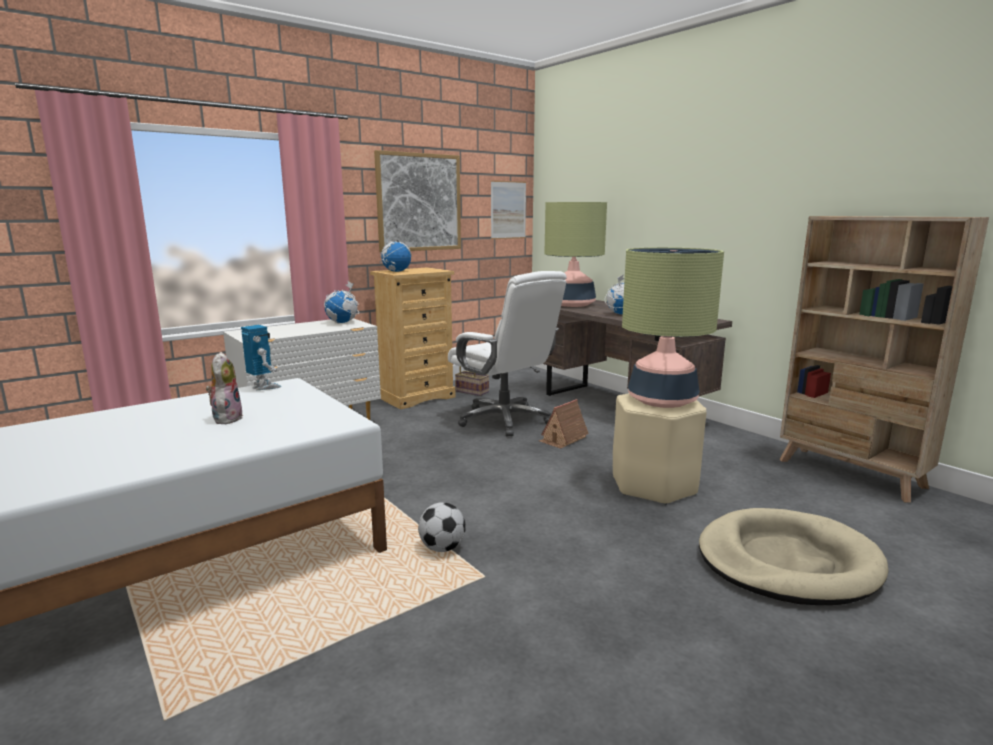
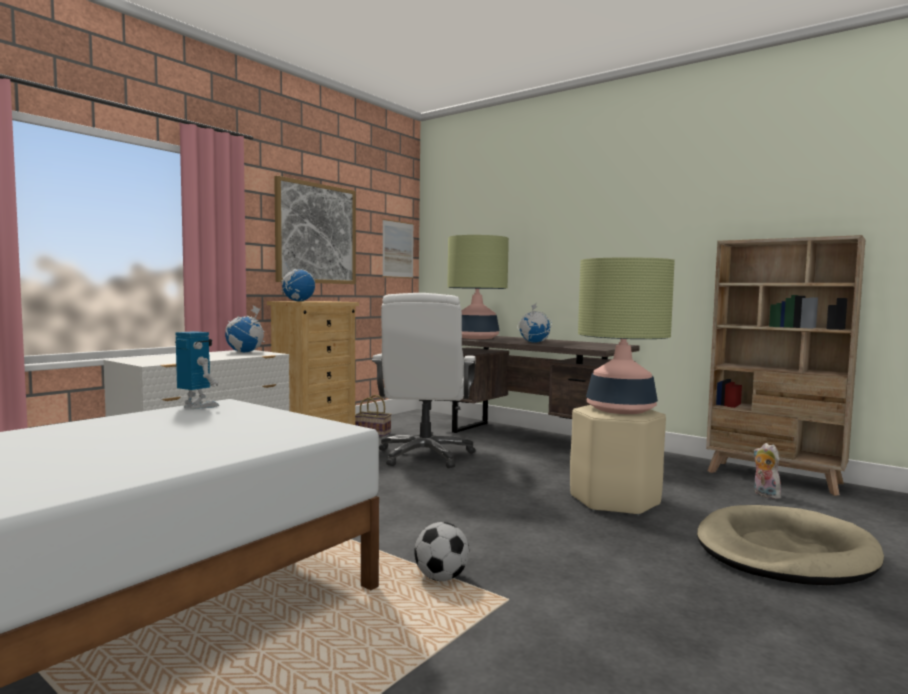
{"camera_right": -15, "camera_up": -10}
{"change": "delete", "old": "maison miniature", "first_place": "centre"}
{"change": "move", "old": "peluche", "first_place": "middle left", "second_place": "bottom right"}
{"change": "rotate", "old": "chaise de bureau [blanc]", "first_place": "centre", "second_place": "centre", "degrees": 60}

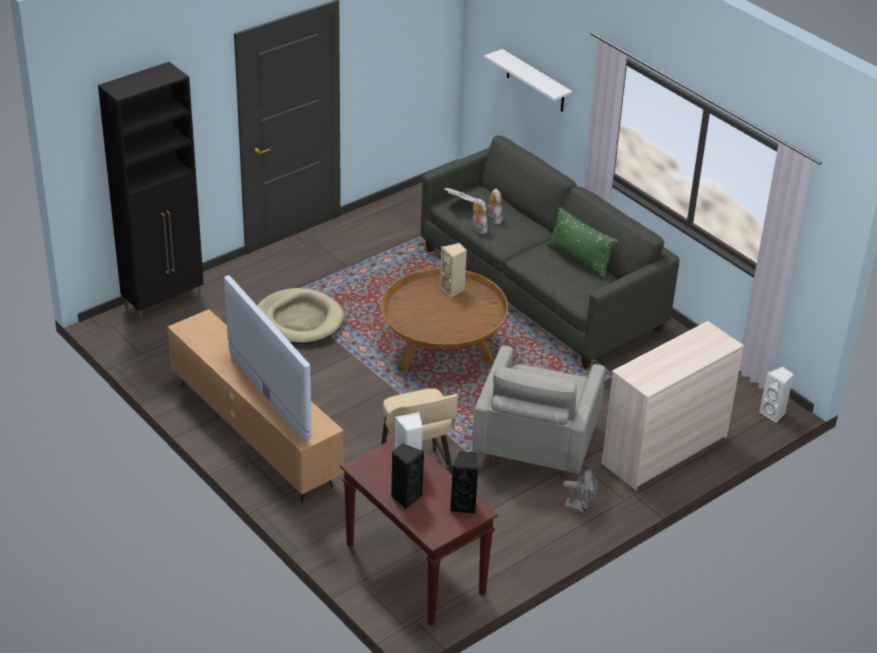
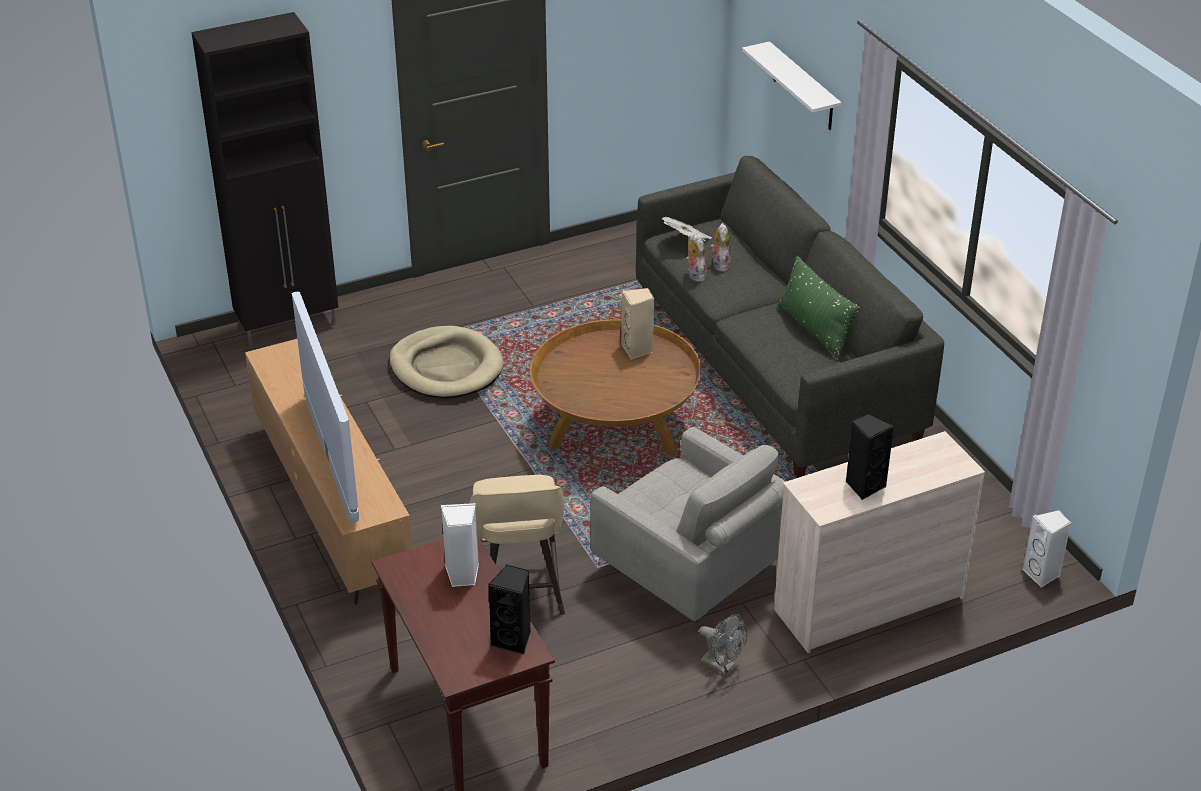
{"camera_right": 15, "camera_up": 0}
{"change": "move", "old": "enceinte [noir] (1st from left in the first image)", "new": "enceinte [noir] (2nd from left)", "first_place": "bottom centre", "second_place": "middle right"}
{"change": "rotate", "old": "fauteuil [gris]", "first_place": "centre", "second_place": "centre", "degrees": -75}

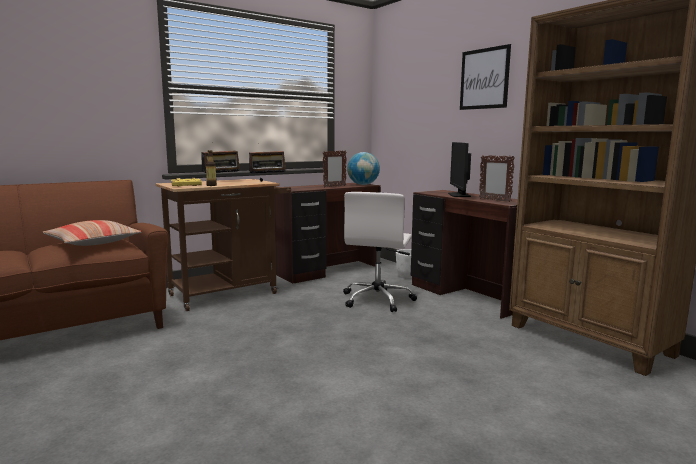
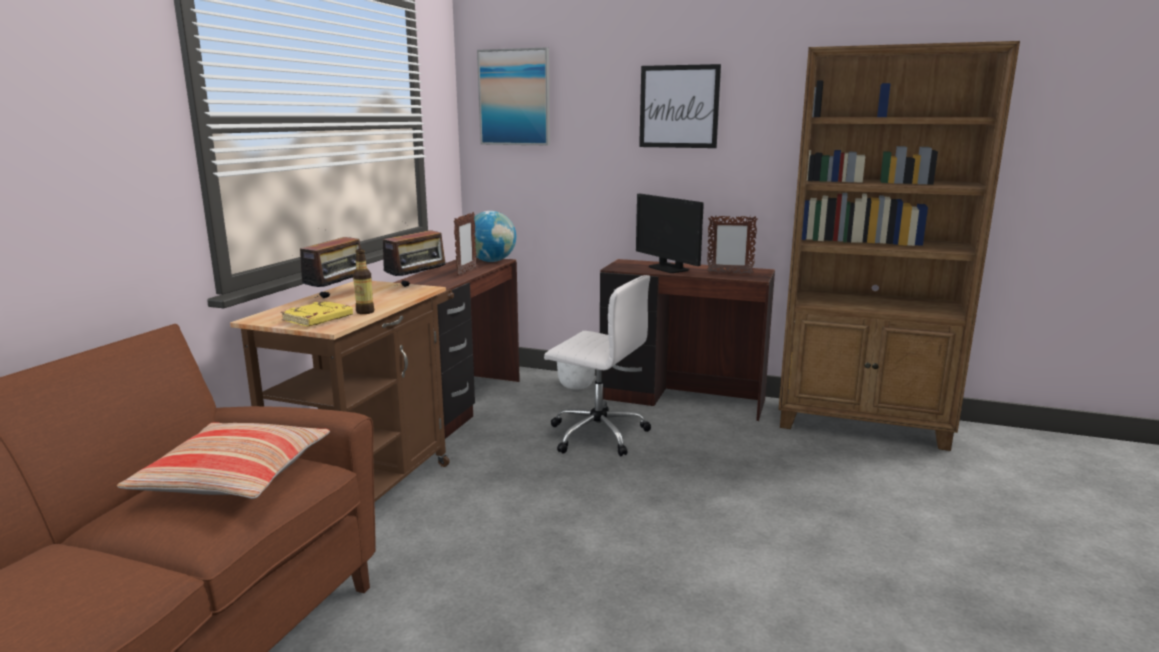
{"camera_right": -35, "camera_up": 5}
{"change": "insert", "new": "tableau (1st from left)", "second_place": "top centre"}
{"change": "rotate", "old": "chaise de bureau [blanc]", "first_place": "centre", "second_place": "centre", "degrees": -45}

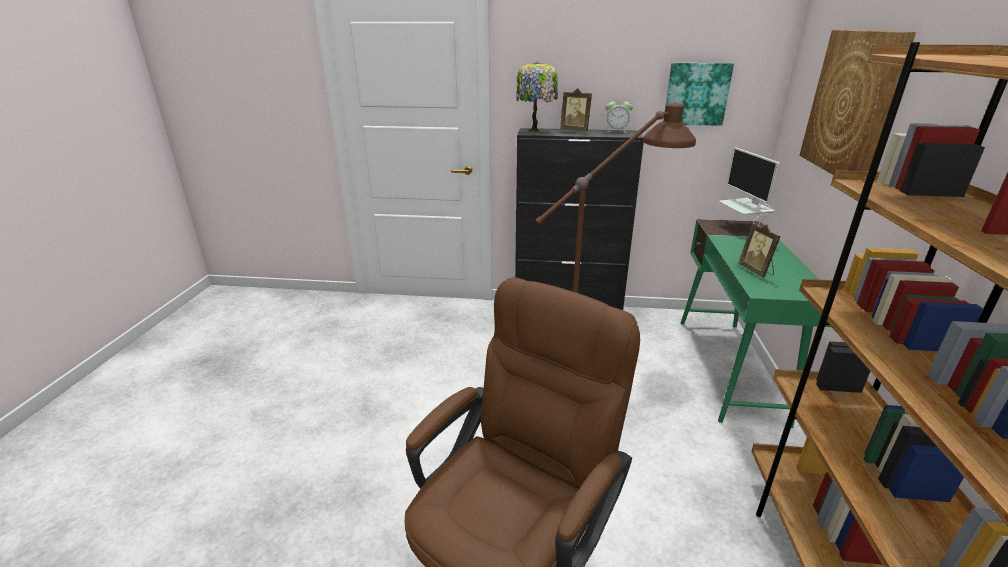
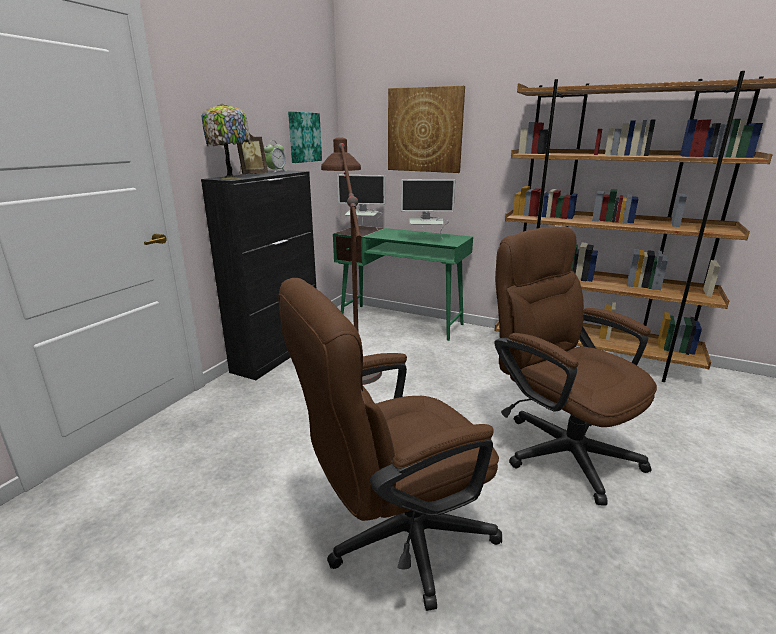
{"camera_right": -70, "camera_up": -5}
{"change": "insert", "new": "chaise de bureau [marron] (1st from left)", "second_place": "bottom centre"}
{"change": "replace", "old": "cadre photo (2nd from left)", "new": "écran d'ordinateur (2nd from left)", "first_place": "middle right", "second_place": "top centre"}

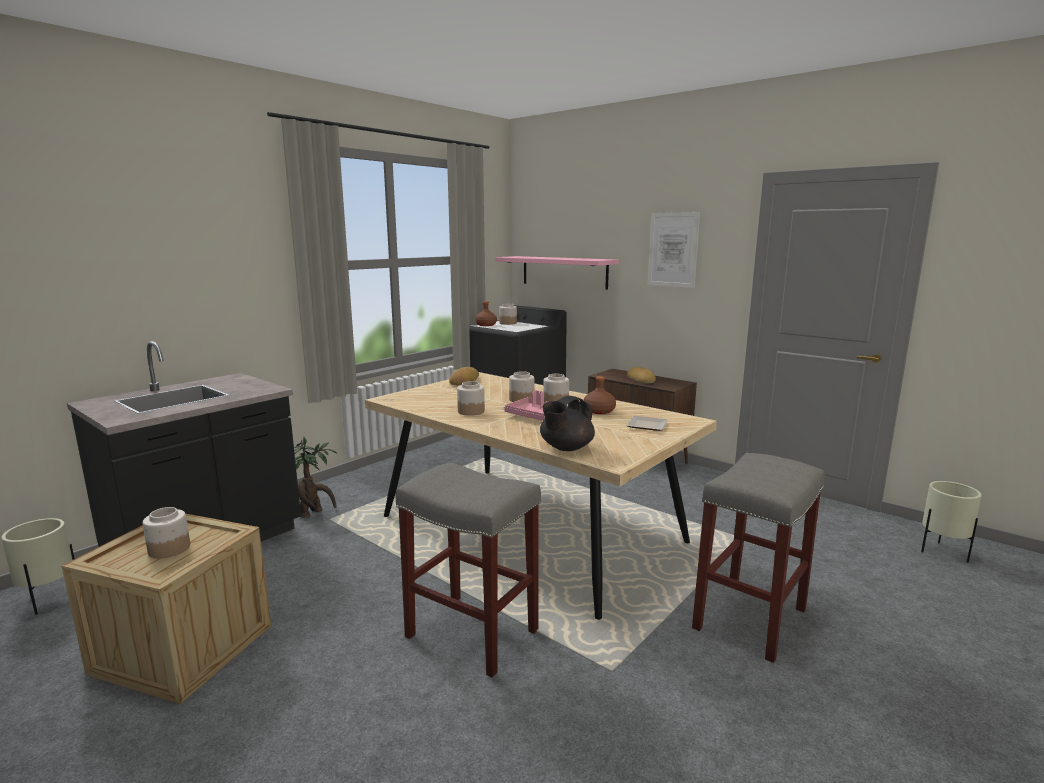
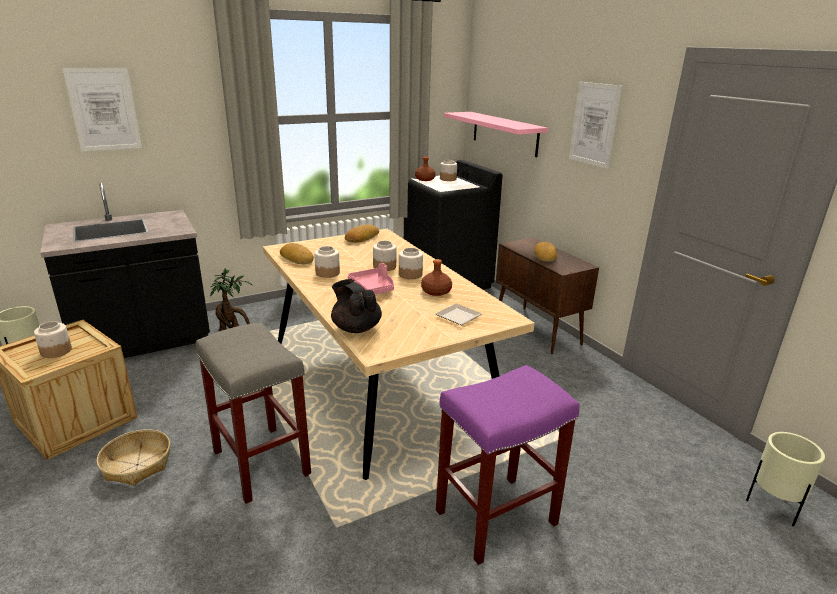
{"camera_right": 20, "camera_up": 10}
{"change": "insert", "new": "tableau (1st from left)", "second_place": "top left"}
{"change": "insert", "new": "panier", "second_place": "bottom left"}
{"change": "insert", "new": "pain (1st from left)", "second_place": "centre"}
{"change": "recolor", "old": "tabouret [gris] (2nd from left)", "new": "tabouret [violet]", "first_place": "bottom right", "second_place": "bottom centre"}
{"change": "rotate", "old": "théière [noir]", "first_place": "centre", "second_place": "centre", "degrees": 75}

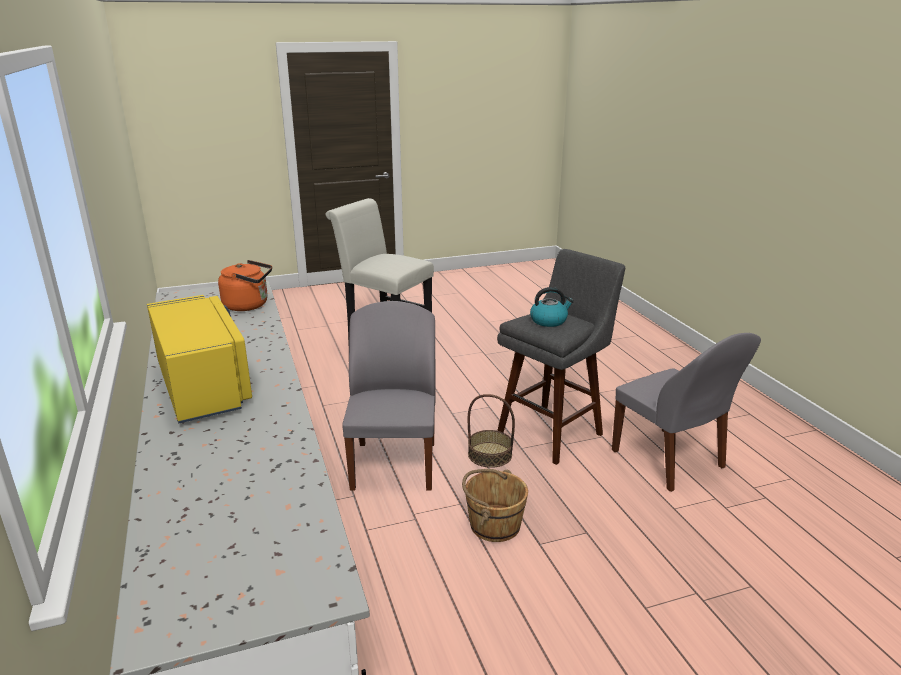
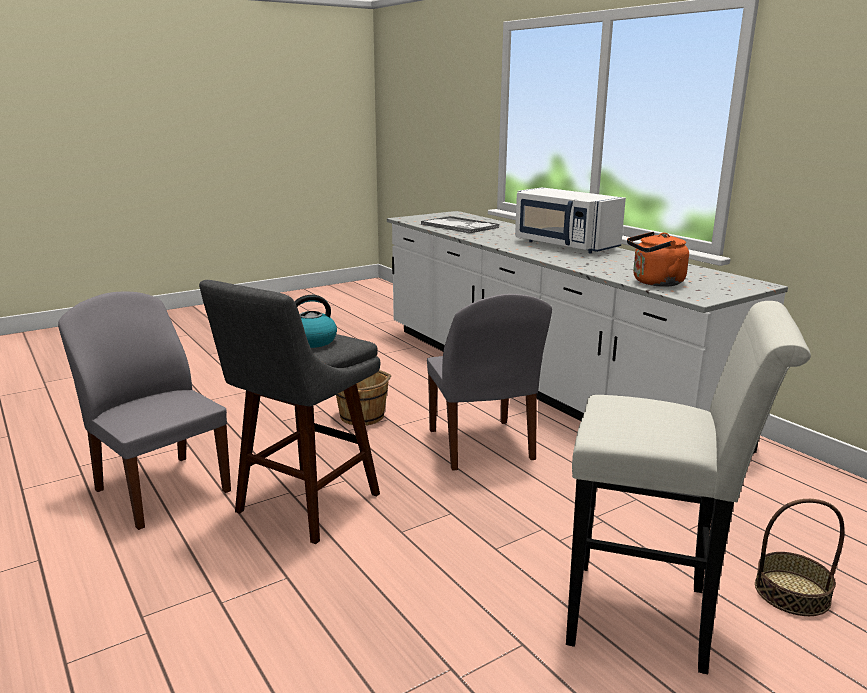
{"camera_right": 165, "camera_up": -5}
{"change": "insert", "new": "plateau", "second_place": "top centre"}
{"change": "move", "old": "panier", "first_place": "centre", "second_place": "bottom right"}
{"change": "recolor", "old": "micro-ondes [jaune]", "new": "micro-ondes [blanc]", "first_place": "middle left", "second_place": "top centre"}

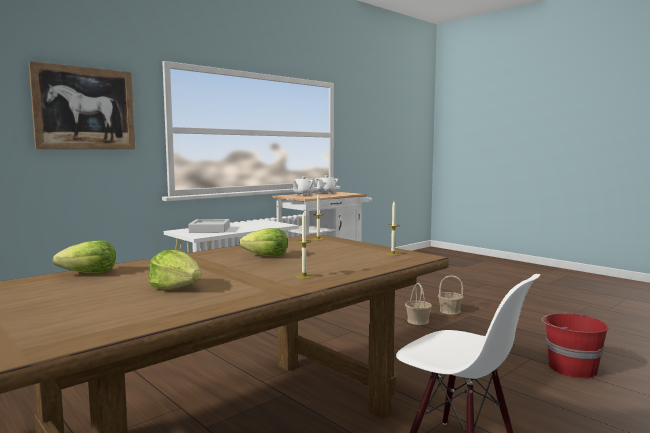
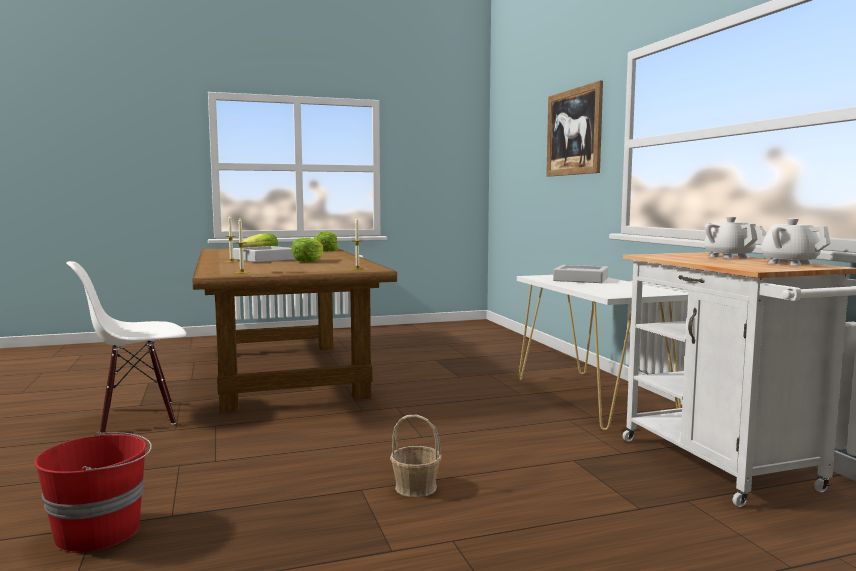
{"camera_right": 115, "camera_up": 0}
{"change": "delete", "old": "panier (2nd from left)", "first_place": "bottom right"}
{"change": "insert", "new": "plateau [gris] (1st from left)", "second_place": "middle left"}

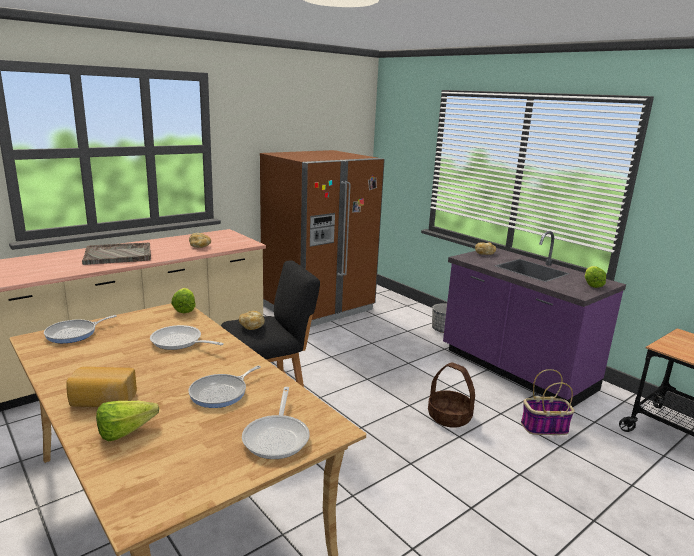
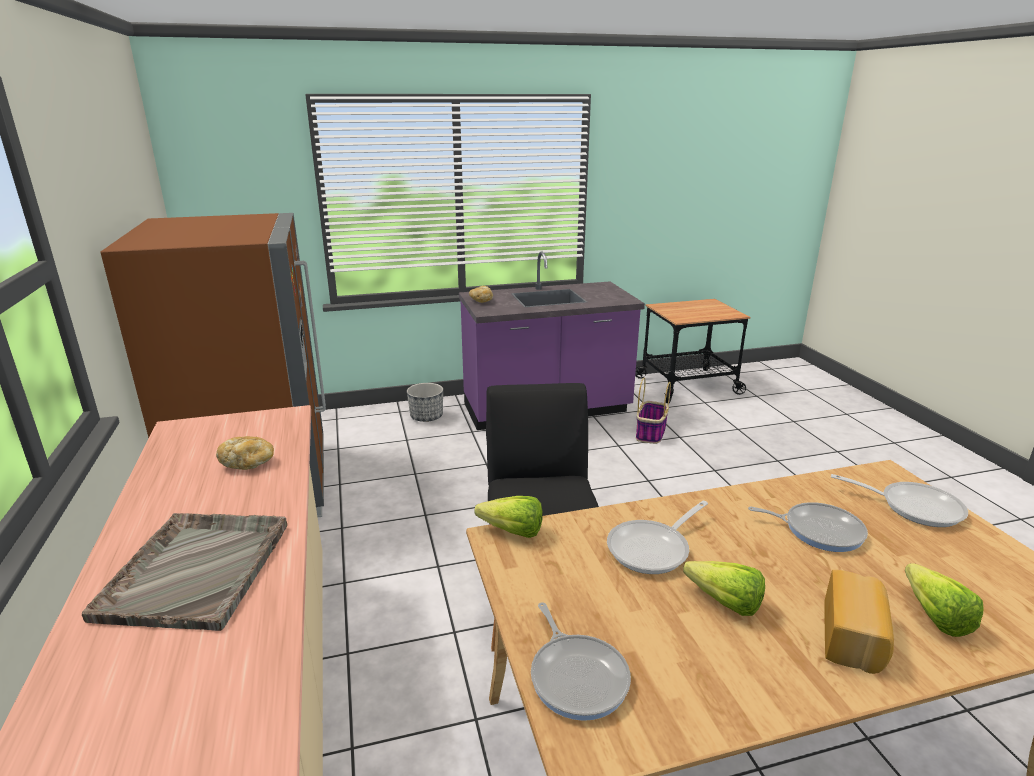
{"camera_right": -65, "camera_up": 5}
{"change": "delete", "old": "pain (3rd from left)", "first_place": "centre"}
{"change": "delete", "old": "panier (1st from left)", "first_place": "bottom centre"}
{"change": "move", "old": "laitue (3rd from left in the first image)", "new": "laitue (2nd from left)", "first_place": "middle right", "second_place": "bottom right"}
{"change": "rotate", "old": "poêle (3rd from left)", "first_place": "bottom left", "second_place": "bottom right", "degrees": -45}

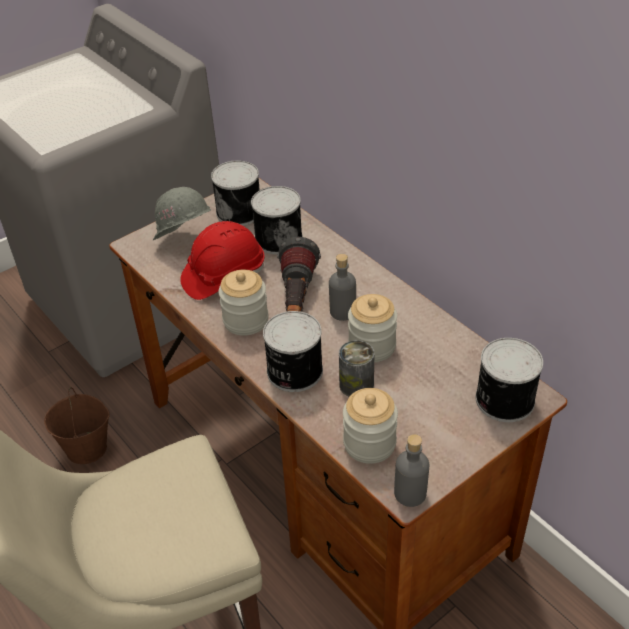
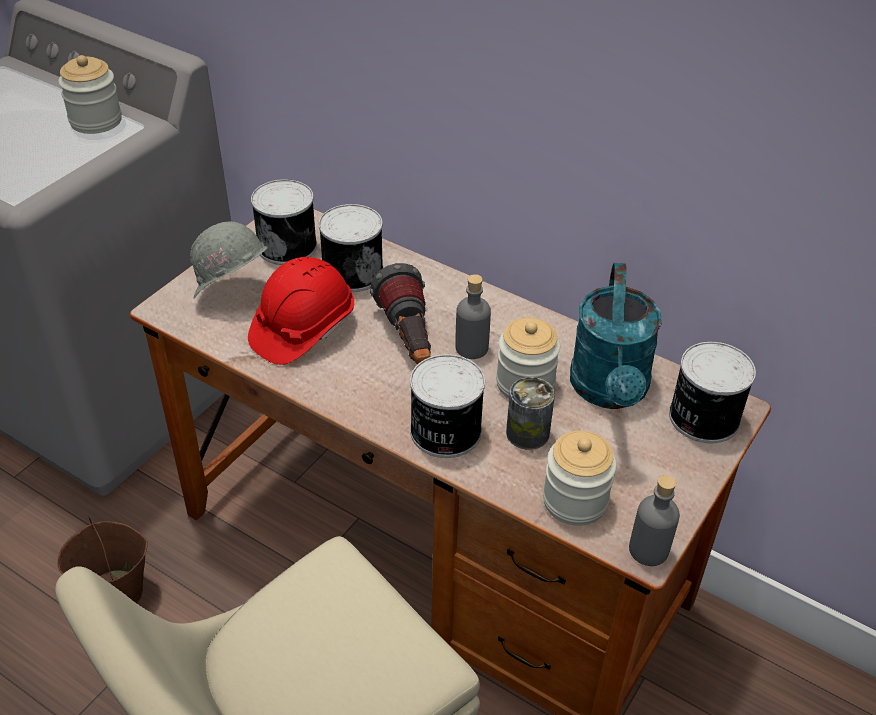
{"camera_right": -20, "camera_up": 0}
{"change": "insert", "new": "arrosoir [turquoise]", "second_place": "middle right"}
{"change": "move", "old": "bocal (1st from left)", "first_place": "centre", "second_place": "top left"}

